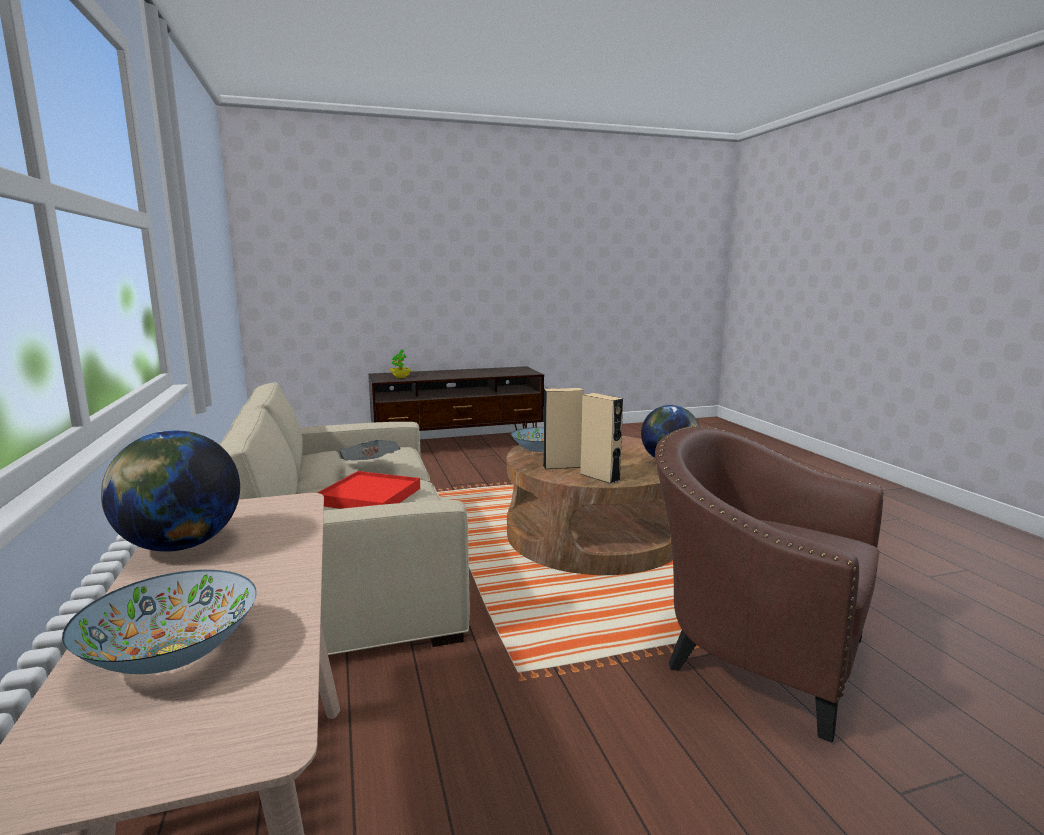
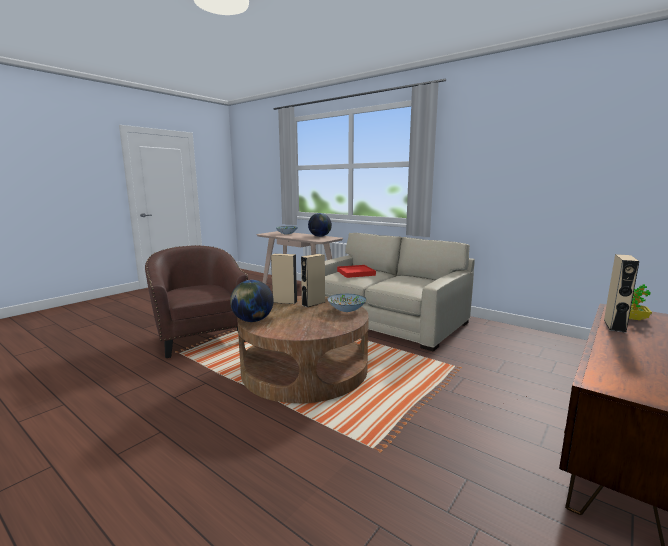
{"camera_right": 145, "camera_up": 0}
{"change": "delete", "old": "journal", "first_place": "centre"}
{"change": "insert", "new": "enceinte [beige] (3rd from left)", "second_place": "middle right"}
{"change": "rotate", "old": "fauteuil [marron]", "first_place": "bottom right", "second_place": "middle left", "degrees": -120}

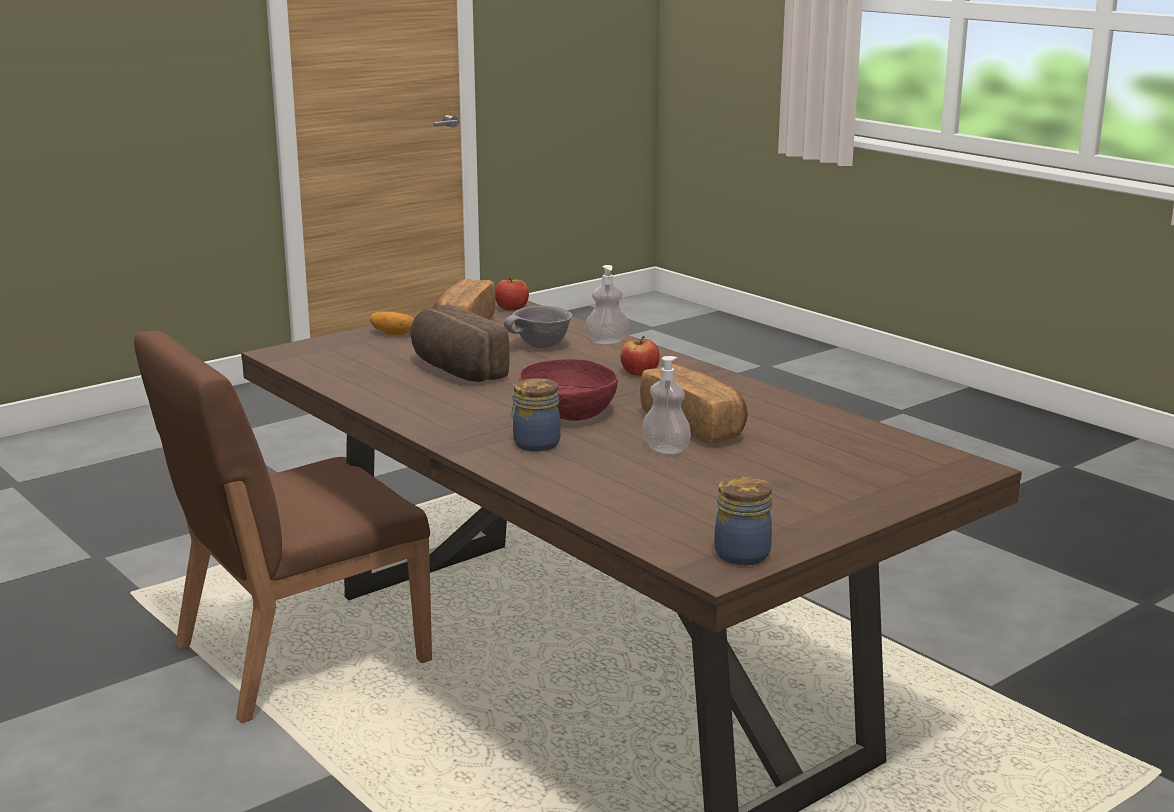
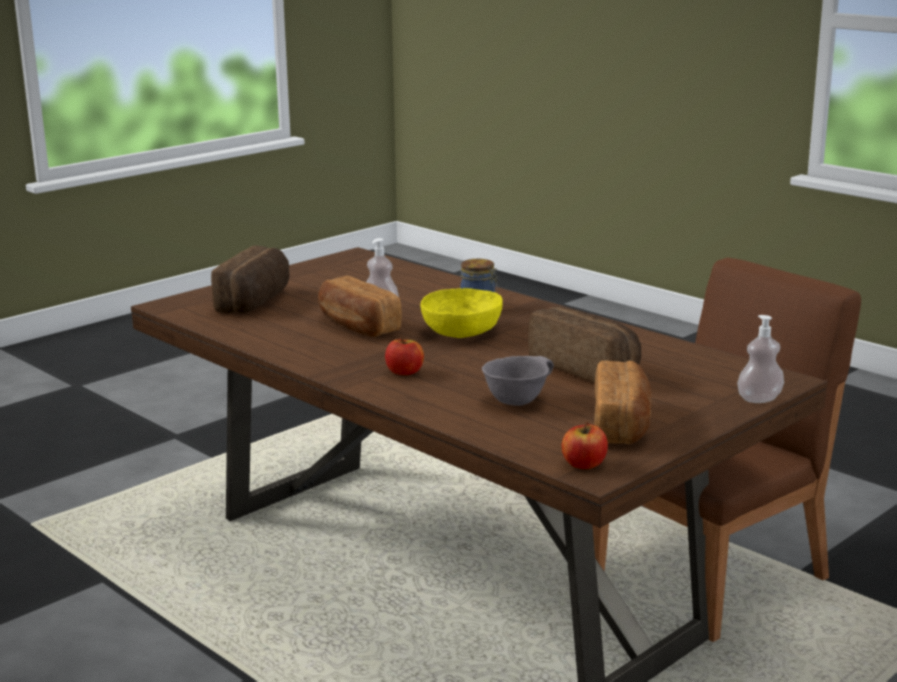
{"camera_right": 175, "camera_up": 0}
{"change": "delete", "old": "pomme de terre", "first_place": "centre"}
{"change": "delete", "old": "bocal (2nd from left)", "first_place": "centre"}
{"change": "insert", "new": "pain (1st from left)", "second_place": "middle left"}
{"change": "move", "old": "distributeur de savon (1st from left in the first image)", "new": "distributeur de savon (2nd from left)", "first_place": "centre", "second_place": "middle right"}
{"change": "recolor", "old": "bol [rouge]", "new": "bol [jaune]", "first_place": "centre", "second_place": "centre"}

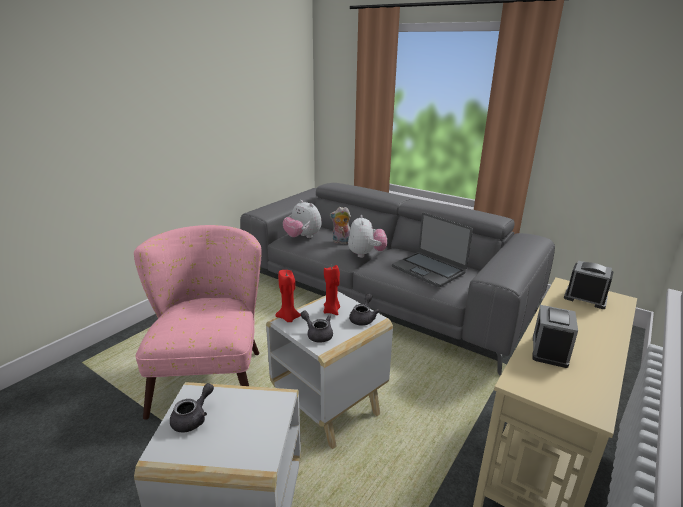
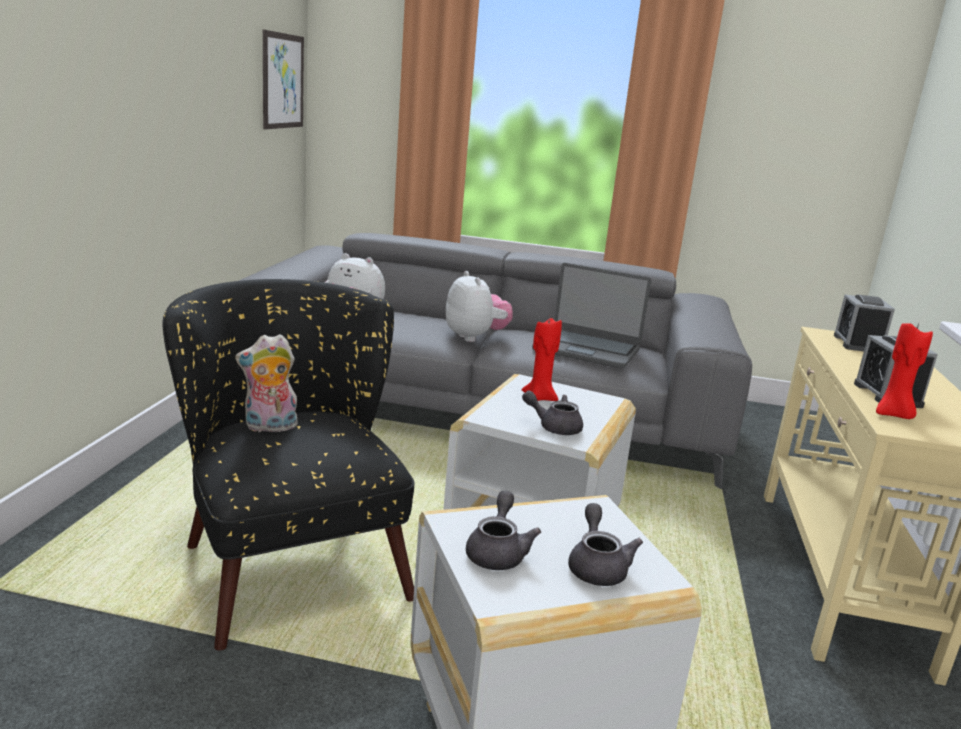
{"camera_right": -25, "camera_up": -5}
{"change": "insert", "new": "tableau", "second_place": "top left"}
{"change": "move", "old": "bougie [rouge] (1st from left in the first image)", "new": "bougie [rouge] (2nd from left)", "first_place": "centre", "second_place": "middle right"}
{"change": "move", "old": "peluche (2nd from left in the first image)", "new": "peluche (1st from left)", "first_place": "centre", "second_place": "middle left"}
{"change": "move", "old": "théière [gris] (3rd from left)", "first_place": "centre", "second_place": "bottom centre"}
{"change": "recolor", "old": "fauteuil [rose]", "new": "fauteuil [noir]", "first_place": "middle left", "second_place": "middle left"}
{"change": "rotate", "old": "réveil (2nd from left in the first image)", "first_place": "middle right", "second_place": "middle right", "degrees": -90}

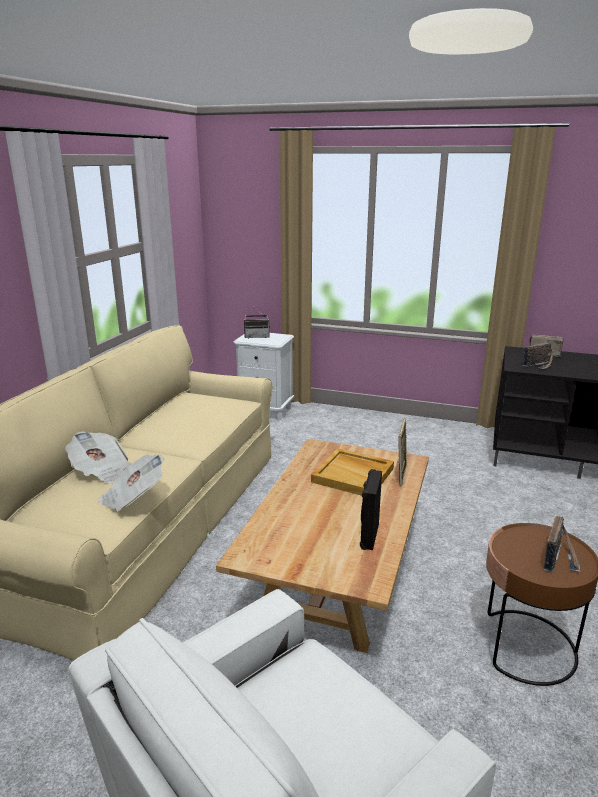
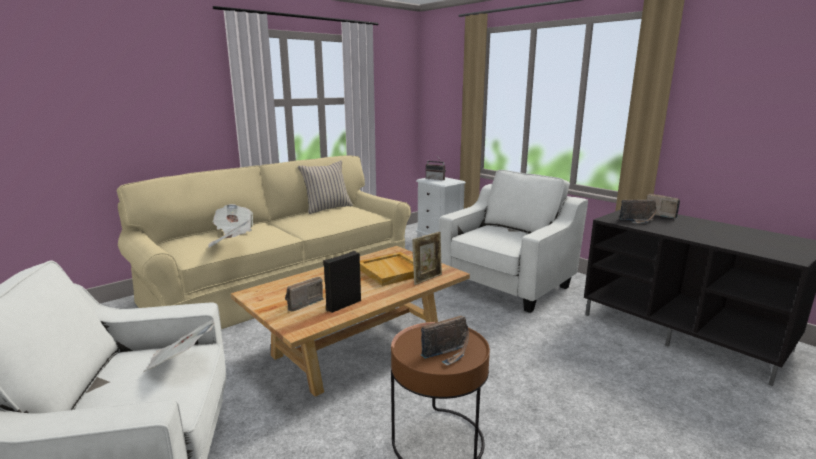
{"camera_right": 30, "camera_up": -5}
{"change": "insert", "new": "journal (1st from left)", "second_place": "bottom left"}
{"change": "insert", "new": "radio (1st from left)", "second_place": "centre"}
{"change": "insert", "new": "coussin [beige]", "second_place": "centre"}
{"change": "insert", "new": "fauteuil [blanc] (2nd from left)", "second_place": "centre"}

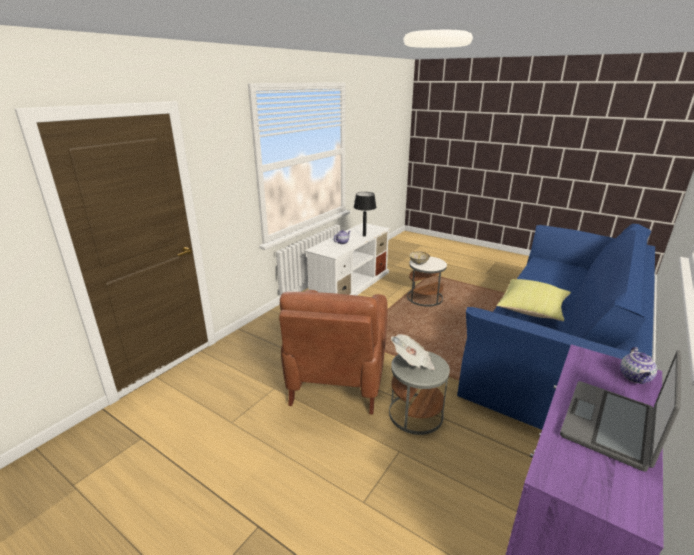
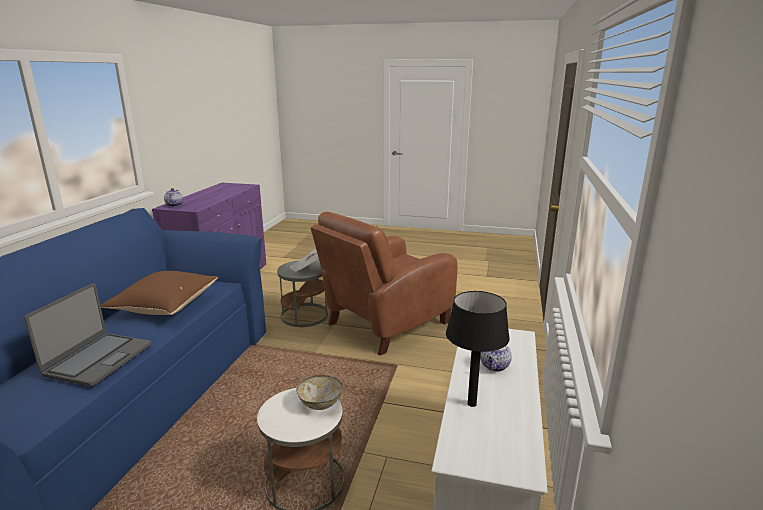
{"camera_right": 160, "camera_up": -5}
{"change": "move", "old": "ordinateur portable", "first_place": "bottom right", "second_place": "middle left"}
{"change": "recolor", "old": "coussin [jaune]", "new": "coussin [marron]", "first_place": "middle right", "second_place": "middle left"}
{"change": "rotate", "old": "fauteuil [marron]", "first_place": "centre", "second_place": "centre", "degrees": -120}

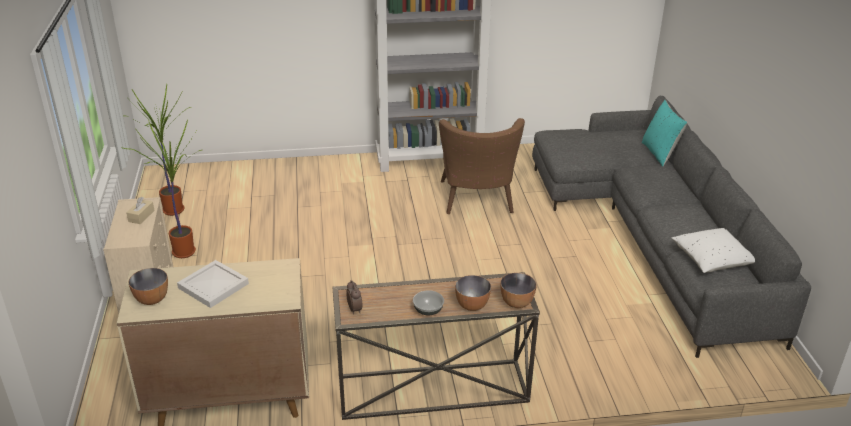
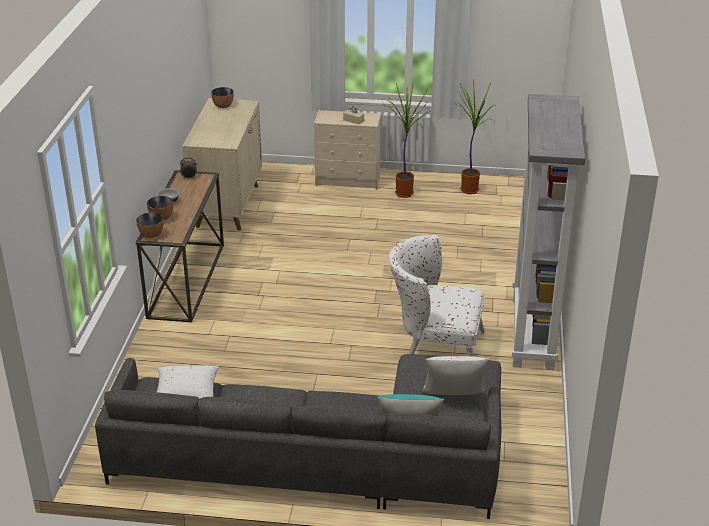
{"camera_right": 105, "camera_up": 0}
{"change": "delete", "old": "plateau [blanc]", "first_place": "bottom left"}
{"change": "insert", "new": "coussin [blanc] (2nd from left)", "second_place": "bottom centre"}
{"change": "recolor", "old": "fauteuil [marron]", "new": "fauteuil [blanc]", "first_place": "centre", "second_place": "centre"}

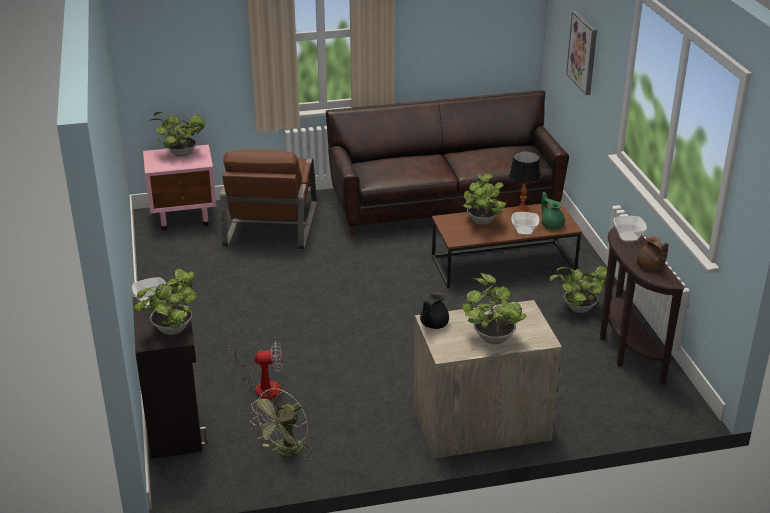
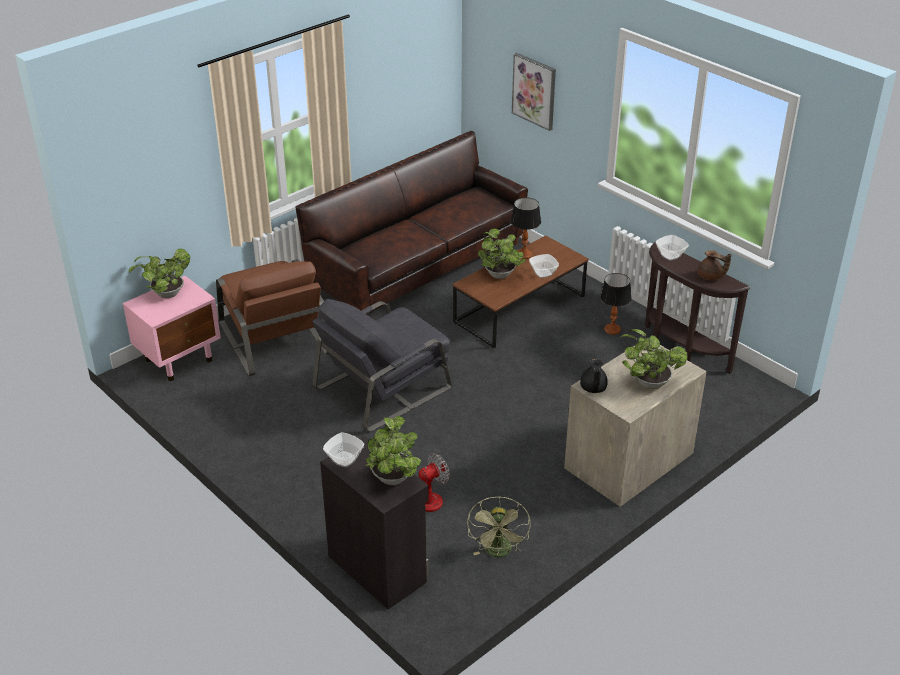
{"camera_right": -30, "camera_up": 5}
{"change": "delete", "old": "théière [vert]", "first_place": "middle right"}
{"change": "insert", "new": "fauteuil [gris]", "second_place": "centre"}
{"change": "replace", "old": "plante en pot (5th from left)", "new": "lampe de table (2nd from left)", "first_place": "middle right", "second_place": "middle right"}

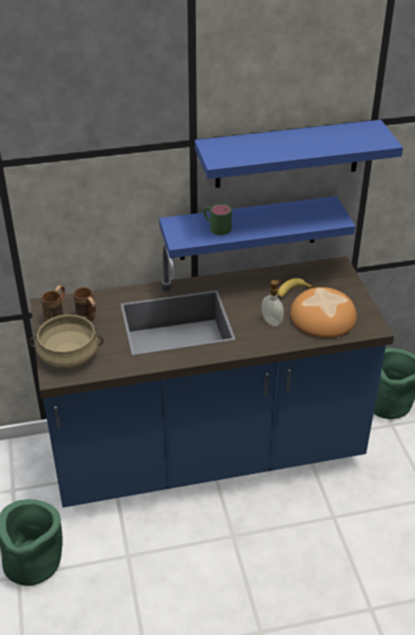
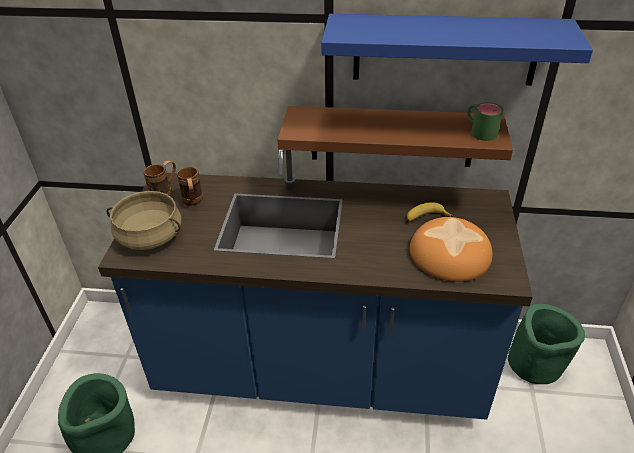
{"camera_right": 20, "camera_up": 0}
{"change": "delete", "old": "distributeur de savon", "first_place": "centre"}
{"change": "move", "old": "mug [vert]", "first_place": "centre", "second_place": "top right"}
{"change": "recolor", "old": "étagère [bleu] (1st from left)", "new": "étagère [marron]", "first_place": "centre", "second_place": "top centre"}

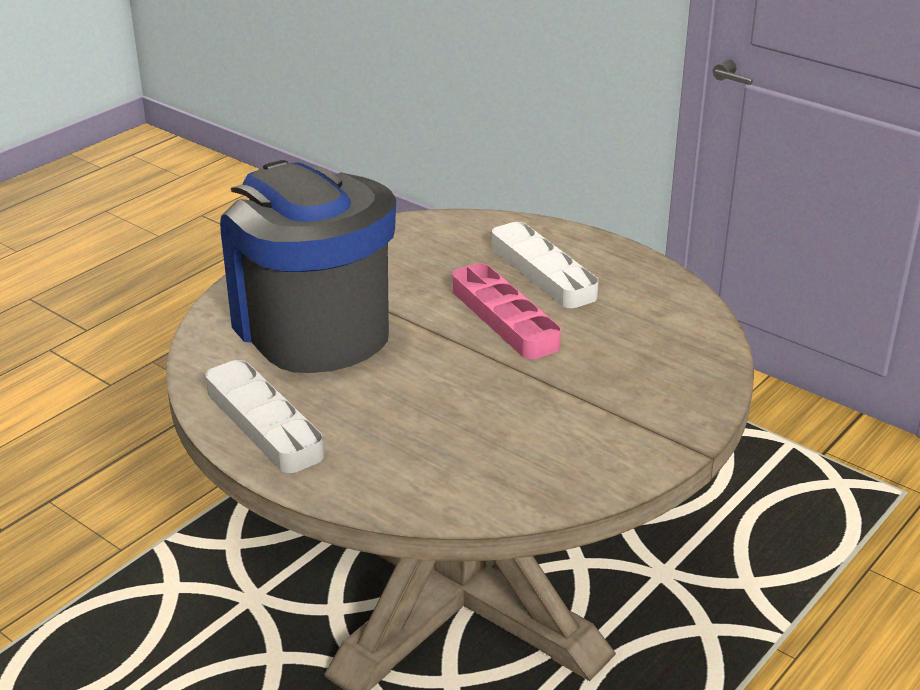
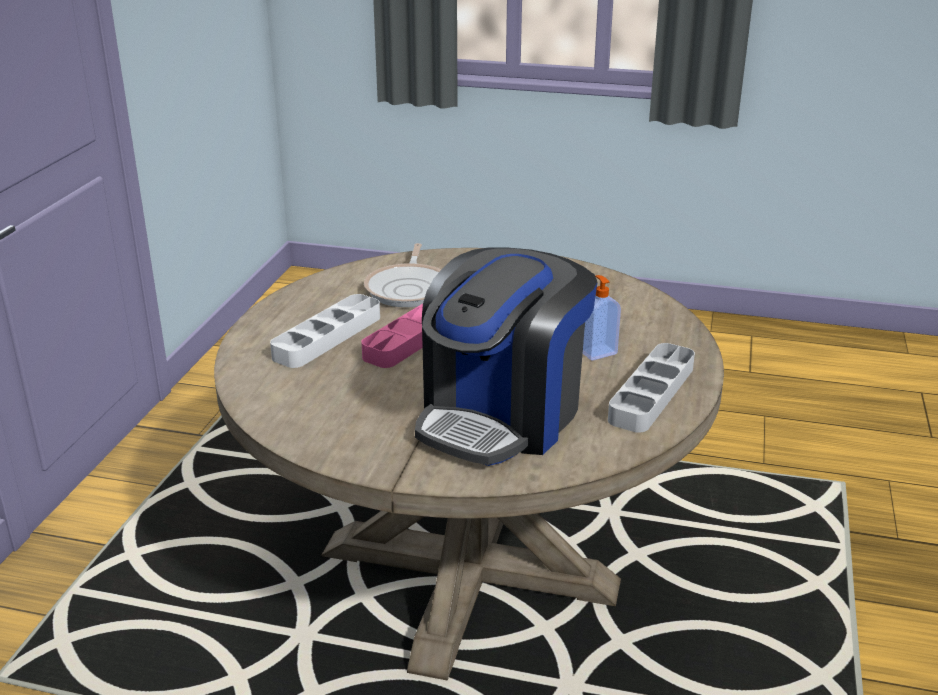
{"camera_right": -115, "camera_up": -5}
{"change": "insert", "new": "poêle", "second_place": "centre"}
{"change": "insert", "new": "distributeur de savon", "second_place": "centre"}

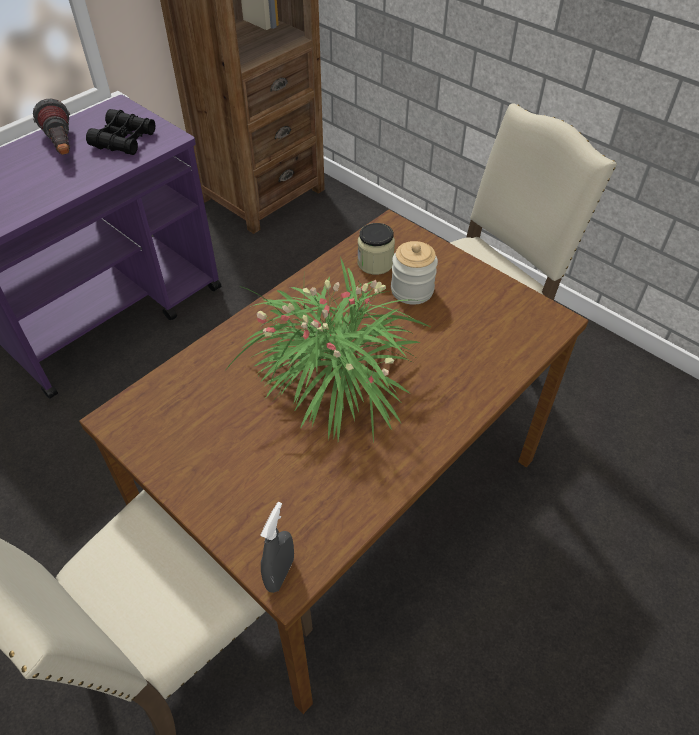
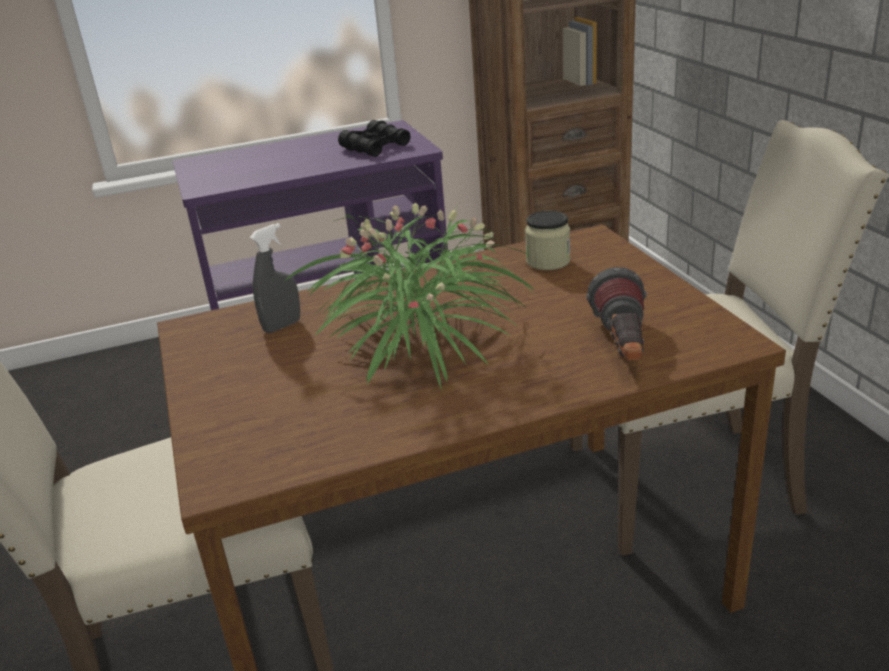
{"camera_right": 30, "camera_up": -20}
{"change": "delete", "old": "bocal (2nd from left)", "first_place": "centre"}
{"change": "move", "old": "lampe de poche", "first_place": "top left", "second_place": "middle right"}
{"change": "move", "old": "vaporisateur [gris]", "first_place": "bottom centre", "second_place": "middle left"}

